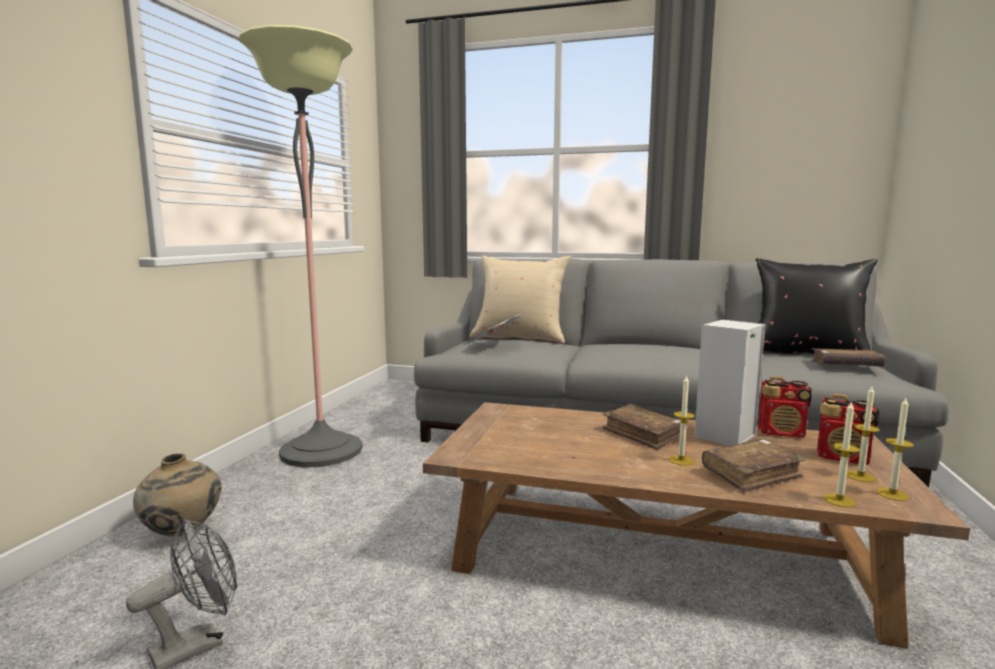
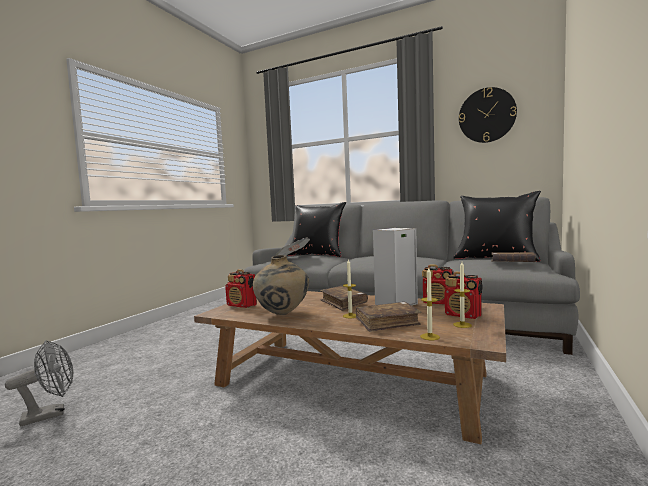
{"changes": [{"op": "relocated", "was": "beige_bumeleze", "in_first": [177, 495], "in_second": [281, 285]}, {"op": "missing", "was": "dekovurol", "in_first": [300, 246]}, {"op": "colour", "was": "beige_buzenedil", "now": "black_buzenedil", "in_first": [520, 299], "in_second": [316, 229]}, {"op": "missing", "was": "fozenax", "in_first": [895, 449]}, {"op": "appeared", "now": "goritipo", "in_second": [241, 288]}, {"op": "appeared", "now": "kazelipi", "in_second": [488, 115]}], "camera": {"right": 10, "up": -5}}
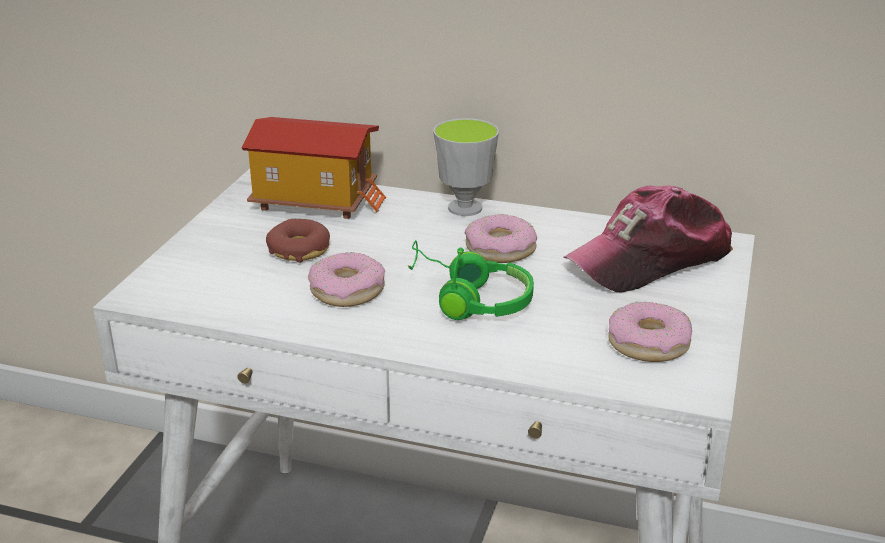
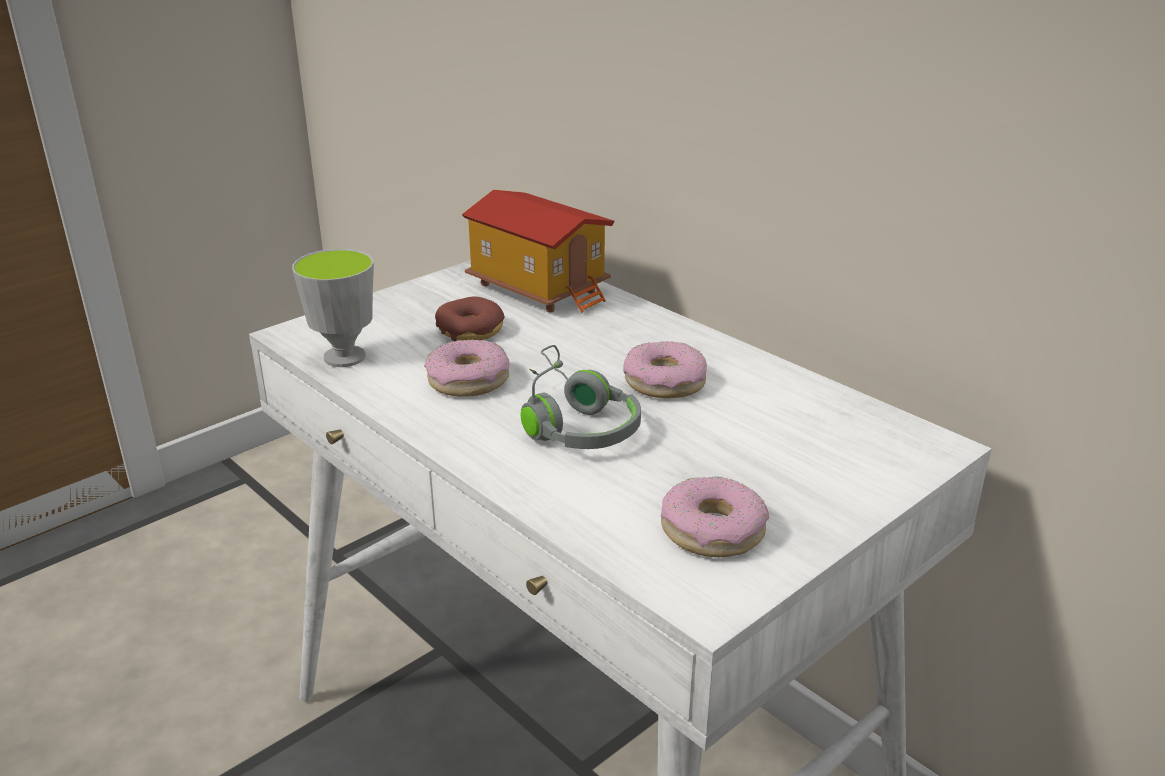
{"changes": [{"op": "colour", "was": "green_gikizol", "now": "grey_gikizol", "in_first": [471, 280], "in_second": [580, 397]}, {"op": "relocated", "was": "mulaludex", "in_first": [466, 167], "in_second": [333, 308]}, {"op": "missing", "was": "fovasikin", "in_first": [648, 238]}], "camera": {"right": 30, "up": 0}}
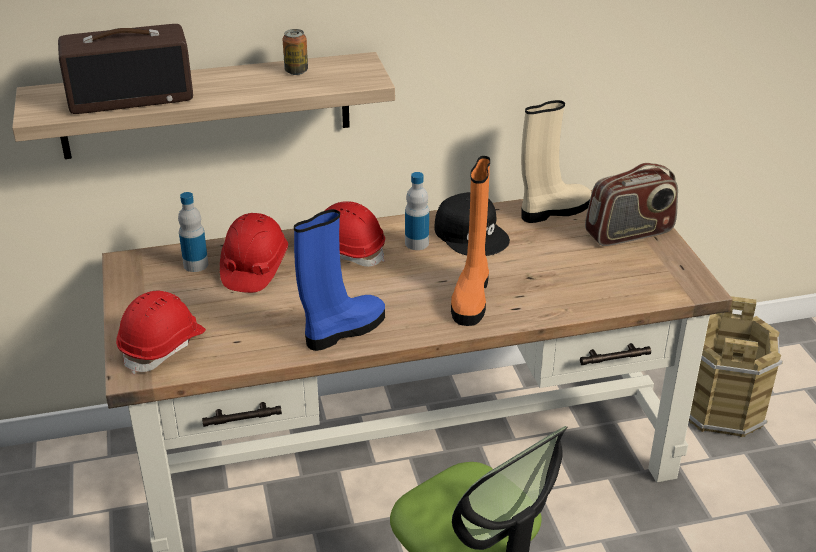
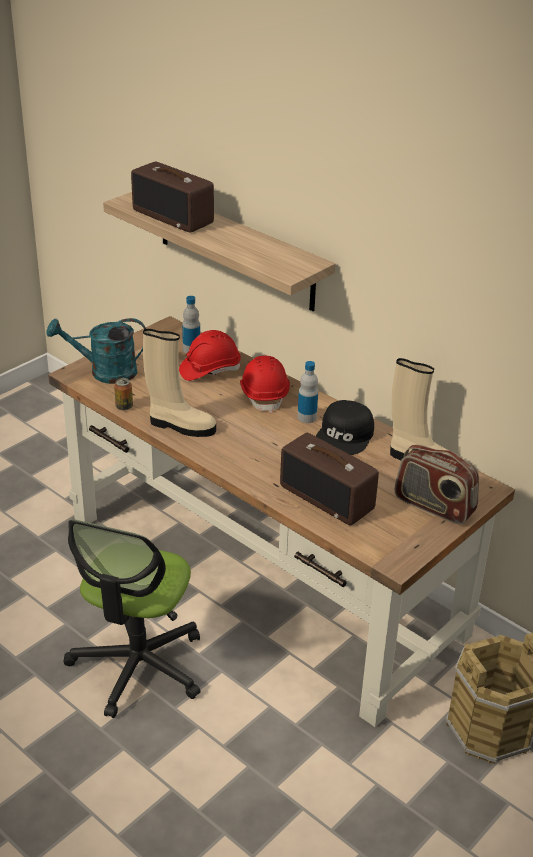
{"changes": [{"op": "exchanged", "was": "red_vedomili", "now": "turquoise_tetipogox", "in_first": [161, 333], "in_second": [96, 351]}, {"op": "relocated", "was": "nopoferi", "in_first": [295, 52], "in_second": [123, 394]}, {"op": "colour", "was": "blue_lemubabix", "now": "beige_lemubabix", "in_first": [339, 280], "in_second": [179, 383]}, {"op": "missing", "was": "orange_lemubabix", "in_first": [470, 241]}, {"op": "appeared", "now": "goritipo", "in_second": [329, 479]}], "camera": {"right": 55, "up": 0}}
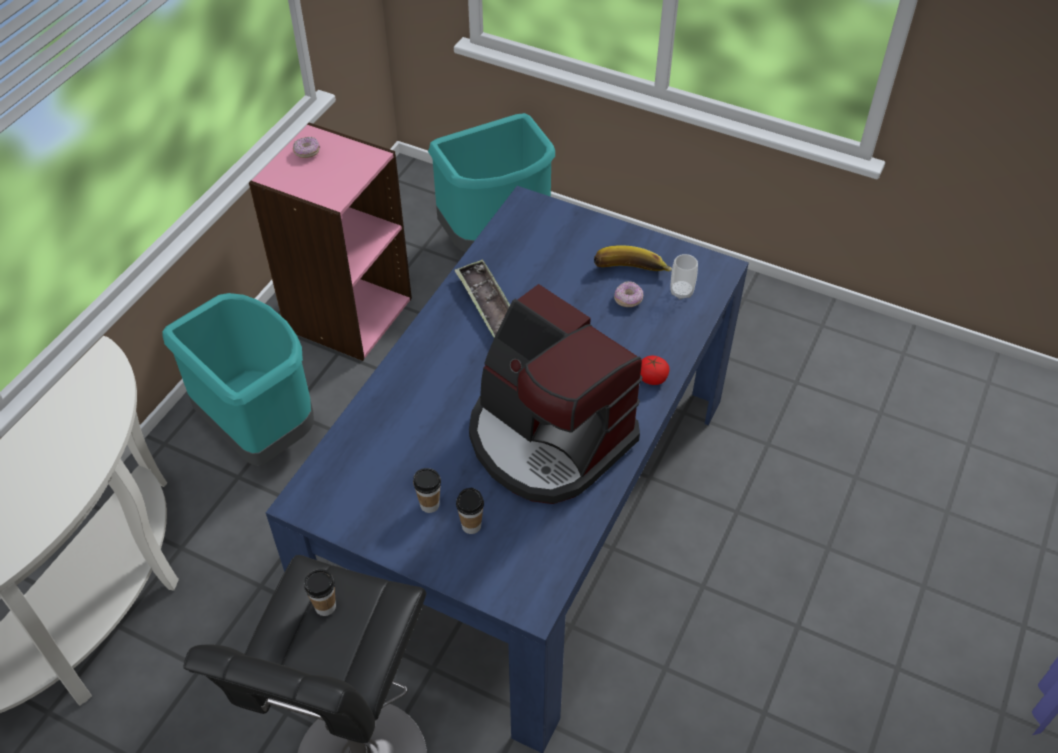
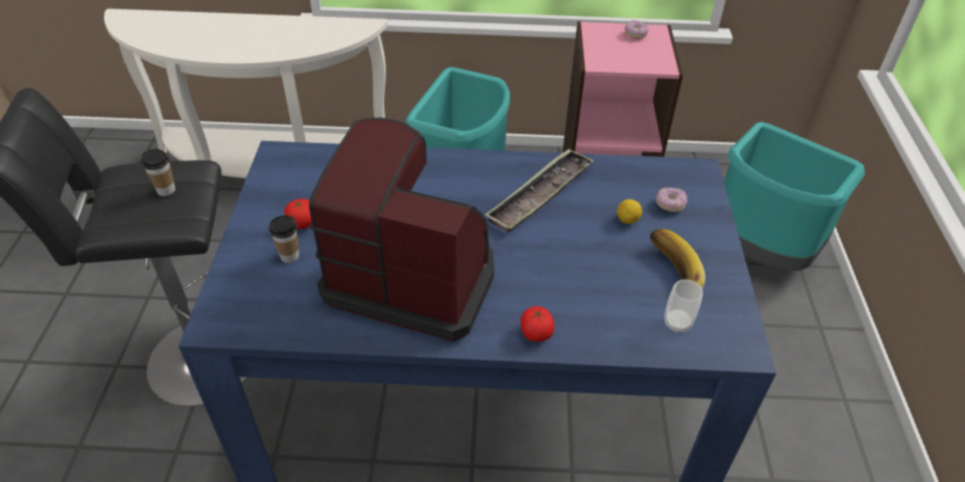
{"changes": [{"op": "exchanged", "was": "mulaludex", "now": "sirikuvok", "in_first": [427, 490], "in_second": [298, 213]}, {"op": "spun", "was": "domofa", "in_first": [556, 394], "in_second": [401, 229], "clockwise": 90}, {"op": "relocated", "was": "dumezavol", "in_first": [628, 294], "in_second": [671, 199]}, {"op": "appeared", "now": "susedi", "in_second": [629, 211]}], "camera": {"right": 65, "up": -5}}
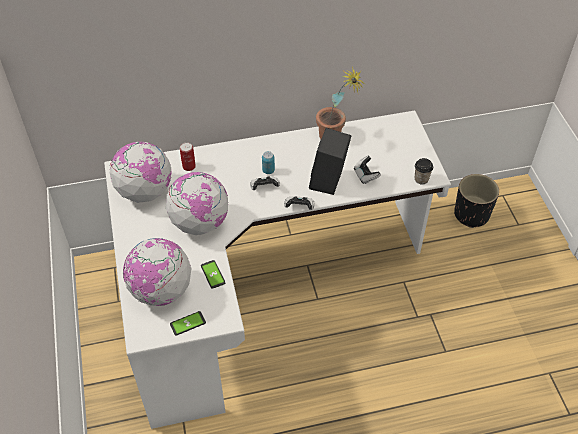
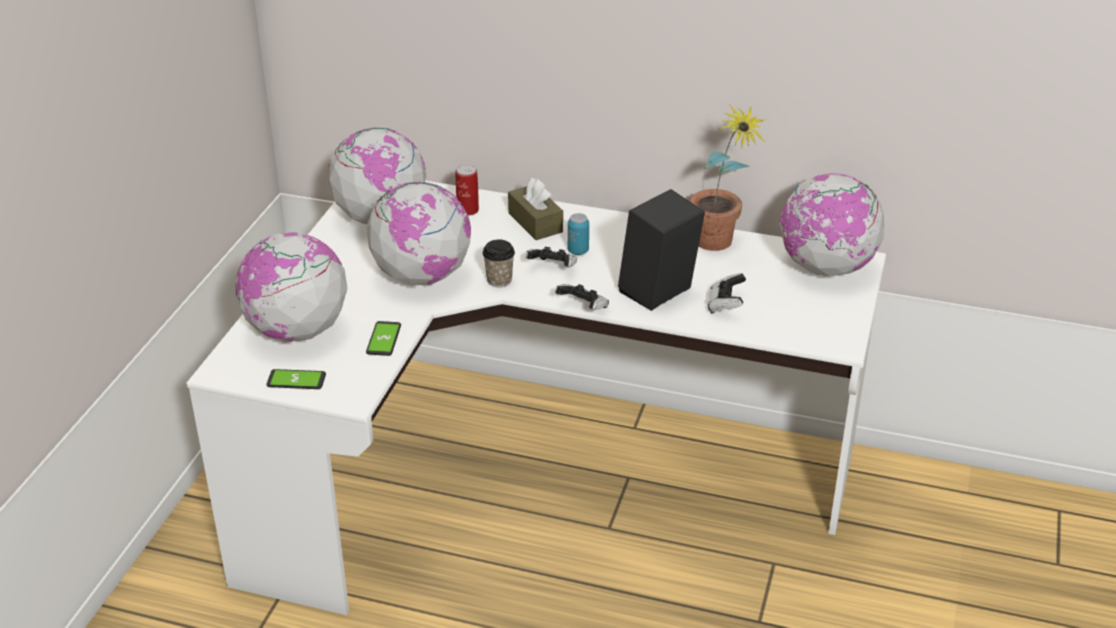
{"changes": [{"op": "relocated", "was": "mulaludex", "in_first": [424, 171], "in_second": [499, 263]}, {"op": "missing", "was": "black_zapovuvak", "in_first": [476, 201]}, {"op": "appeared", "now": "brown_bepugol", "in_second": [535, 209]}, {"op": "appeared", "now": "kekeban", "in_second": [831, 224]}], "camera": {"right": 30, "up": -15}}
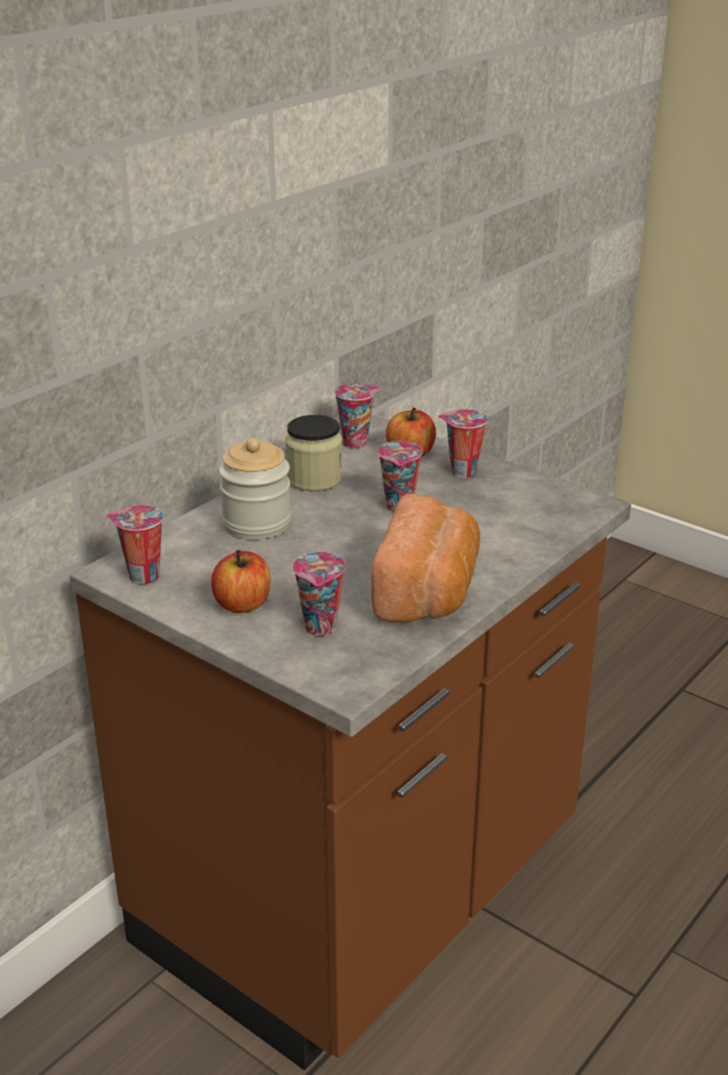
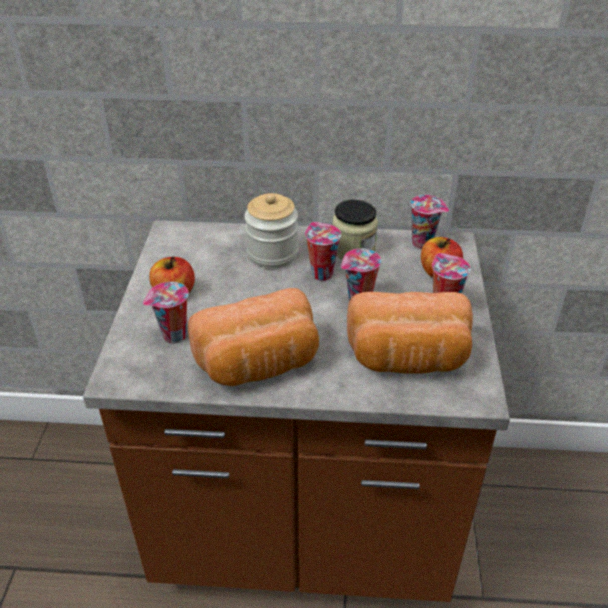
{"changes": [{"op": "relocated", "was": "mulaludex", "in_first": [134, 544], "in_second": [323, 251]}, {"op": "appeared", "now": "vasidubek", "in_second": [410, 332]}], "camera": {"right": 55, "up": 10}}
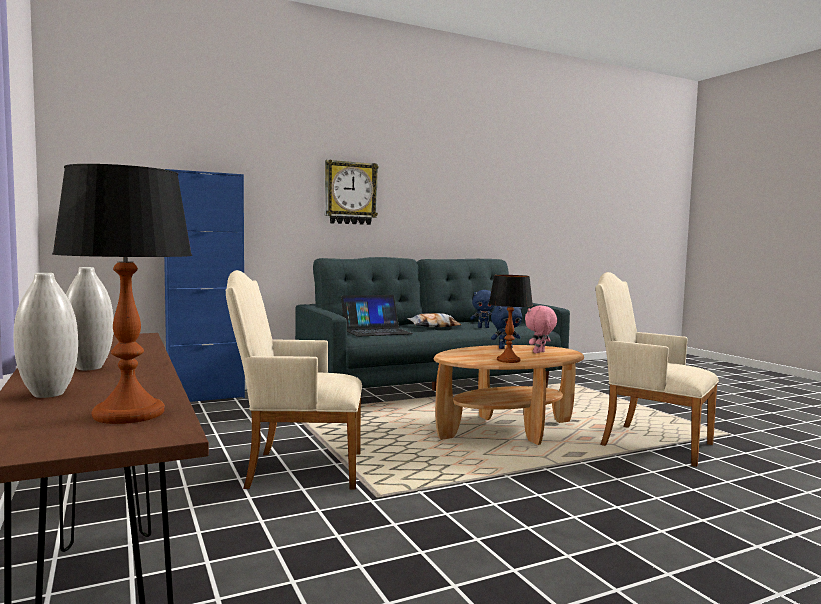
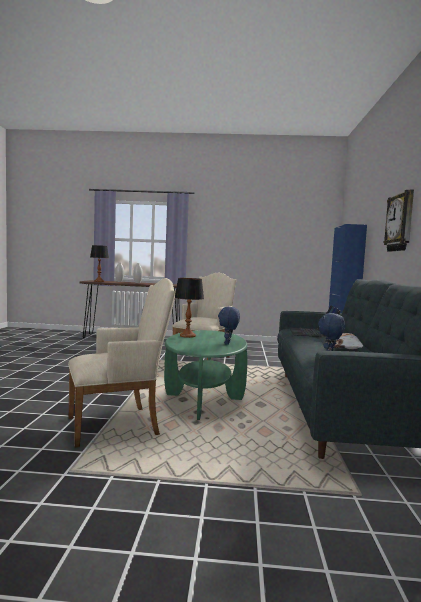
{"changes": [{"op": "colour", "was": "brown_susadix", "now": "green_susadix", "in_first": [508, 395], "in_second": [206, 375]}, {"op": "missing", "was": "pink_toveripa", "in_first": [541, 329]}], "camera": {"right": 120, "up": 0}}
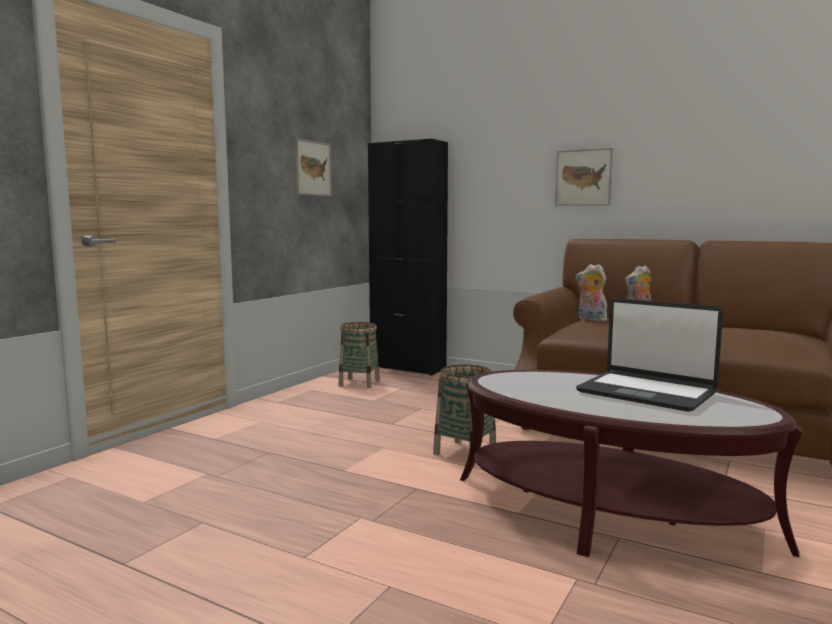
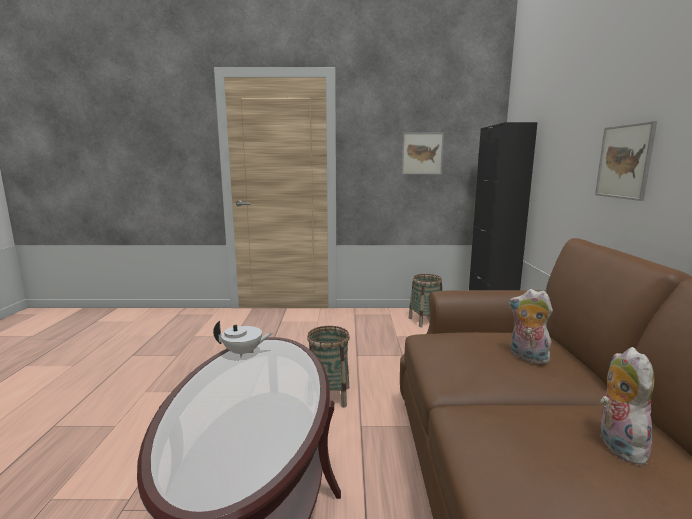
{"changes": [{"op": "relocated", "was": "toveripa", "in_first": [591, 292], "in_second": [627, 406]}, {"op": "missing", "was": "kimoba", "in_first": [649, 355]}, {"op": "appeared", "now": "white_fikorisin", "in_second": [243, 339]}], "camera": {"right": 60, "up": 5}}
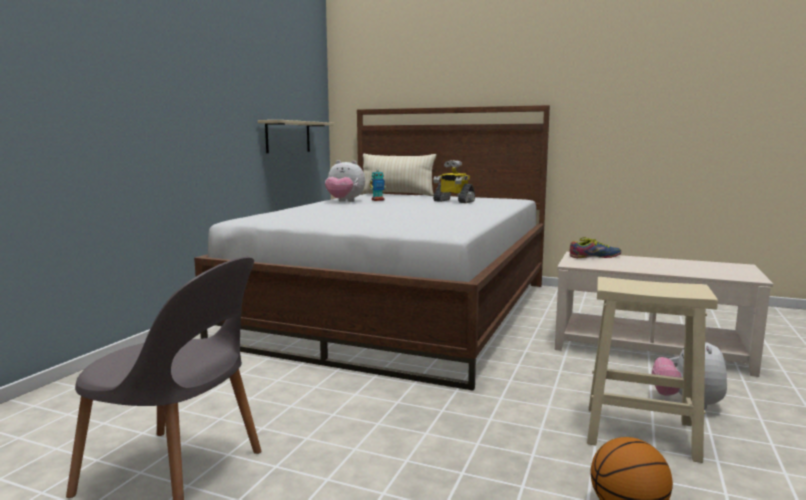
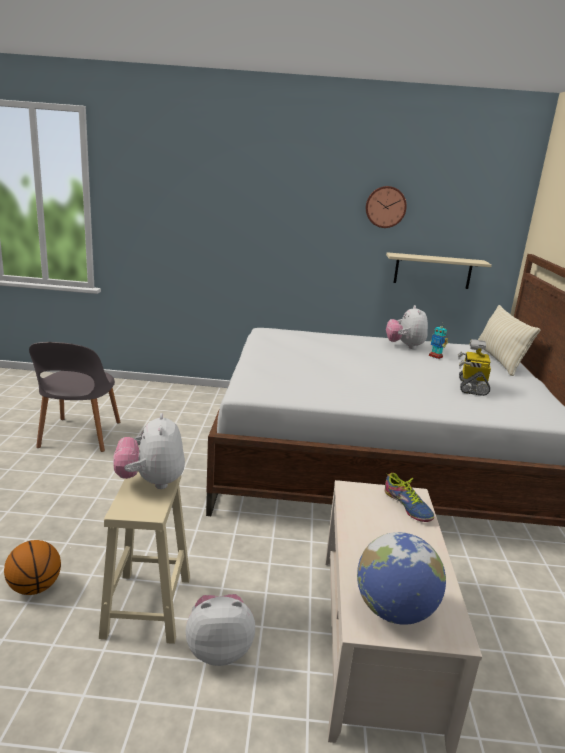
{"changes": [{"op": "appeared", "now": "toveripa", "in_second": [149, 451]}, {"op": "appeared", "now": "kekeban", "in_second": [401, 578]}, {"op": "appeared", "now": "kazelipi", "in_second": [386, 207]}], "camera": {"right": 70, "up": 10}}
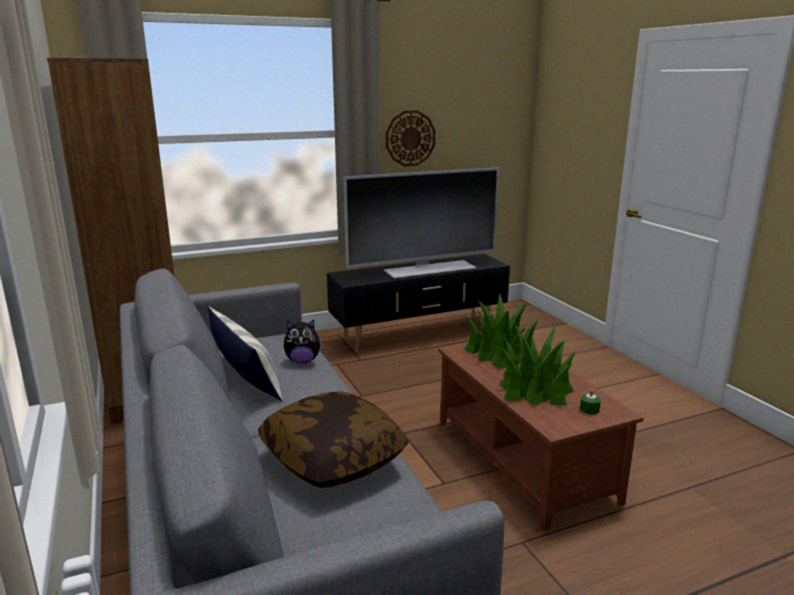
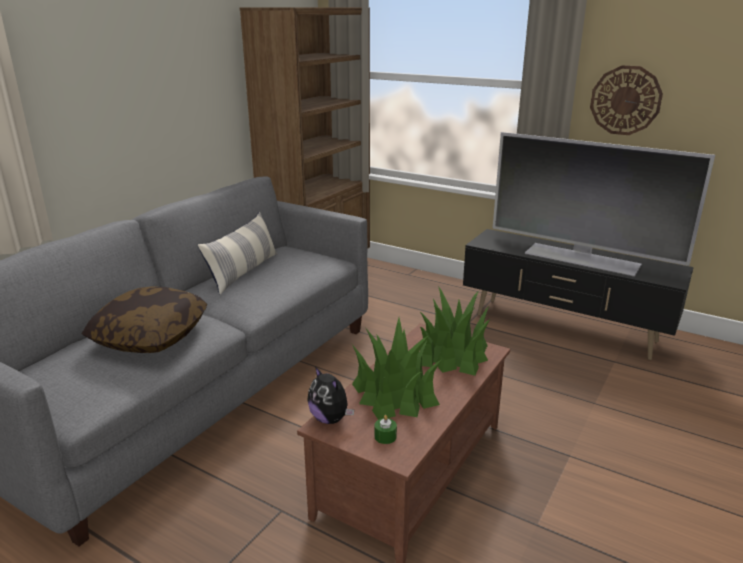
{"changes": [{"op": "relocated", "was": "toveripa", "in_first": [303, 341], "in_second": [330, 395]}], "camera": {"right": 55, "up": 5}}
